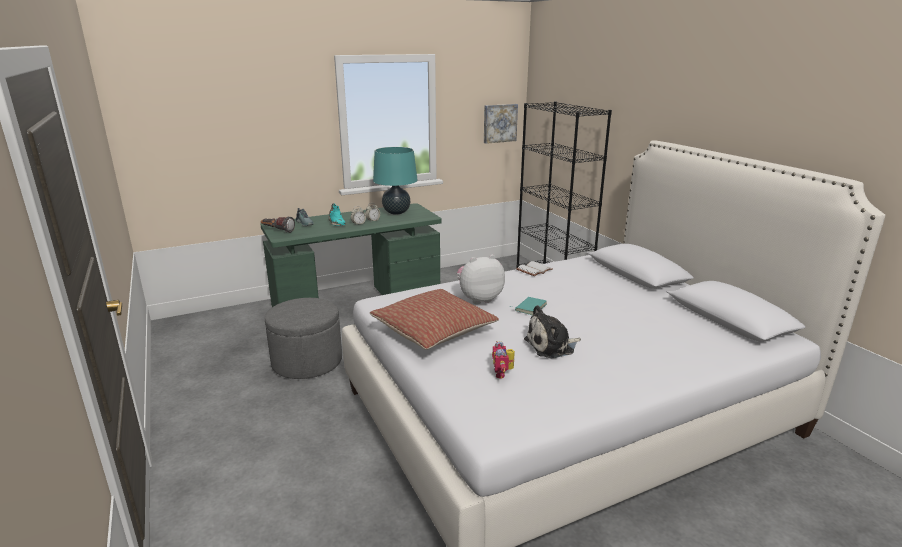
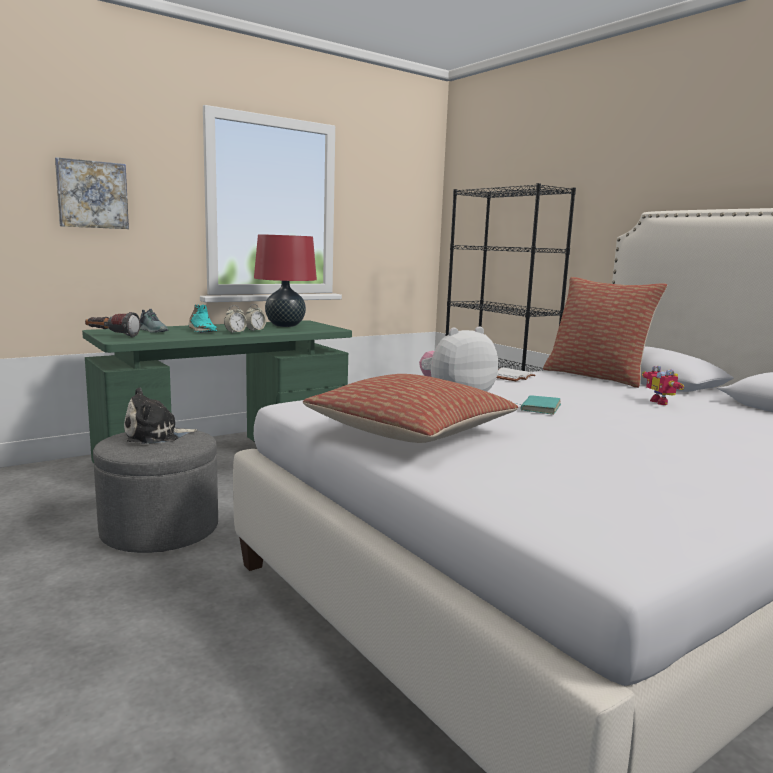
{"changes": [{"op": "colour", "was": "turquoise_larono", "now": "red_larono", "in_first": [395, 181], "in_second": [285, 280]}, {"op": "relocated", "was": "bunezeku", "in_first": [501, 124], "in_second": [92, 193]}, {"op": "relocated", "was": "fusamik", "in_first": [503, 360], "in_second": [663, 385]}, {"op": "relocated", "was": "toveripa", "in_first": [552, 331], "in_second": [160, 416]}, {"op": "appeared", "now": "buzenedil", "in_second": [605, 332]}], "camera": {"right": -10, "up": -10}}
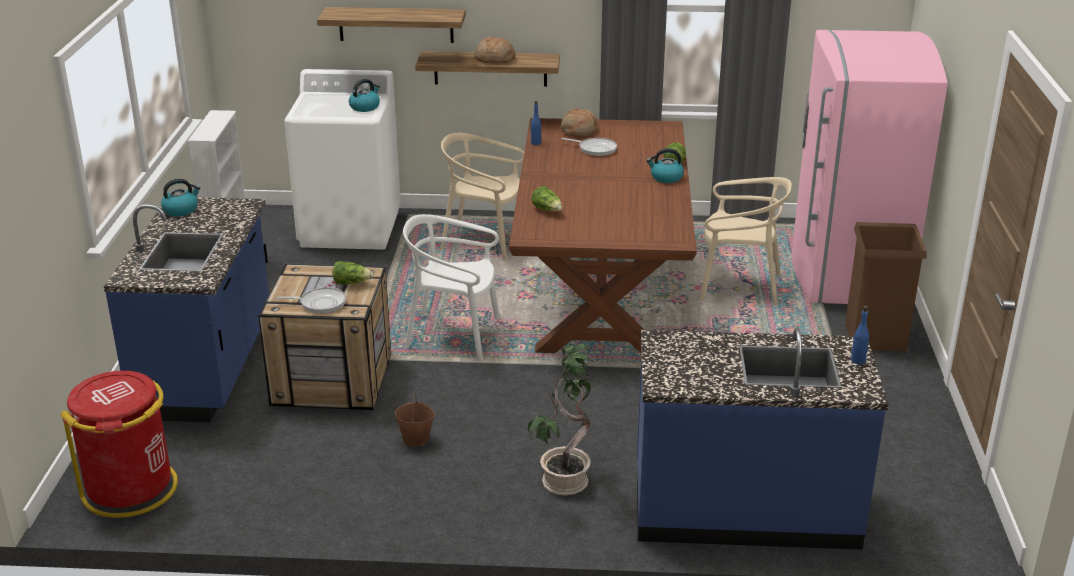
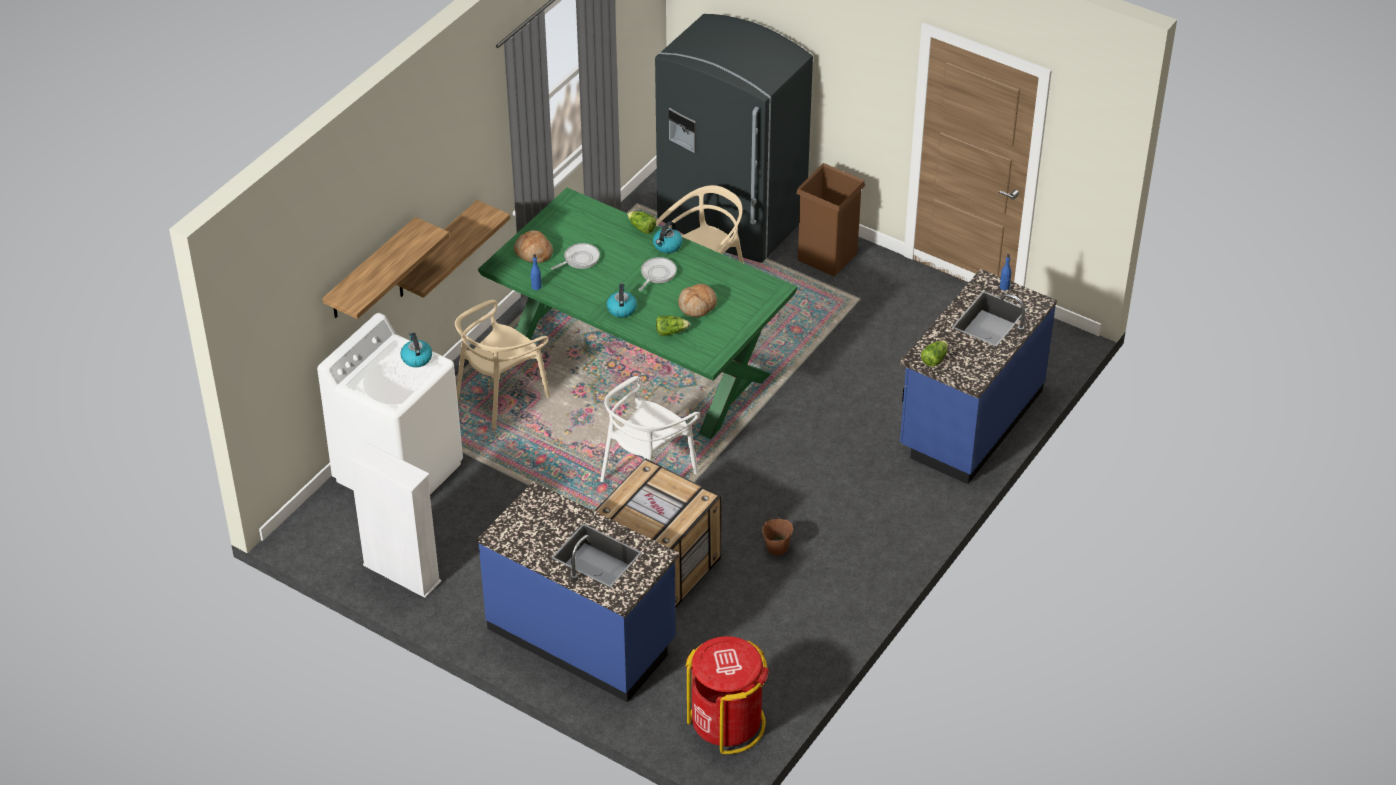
{"changes": [{"op": "relocated", "was": "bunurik", "in_first": [181, 197], "in_second": [621, 301]}, {"op": "relocated", "was": "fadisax", "in_first": [311, 300], "in_second": [658, 274]}, {"op": "relocated", "was": "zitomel", "in_first": [353, 273], "in_second": [934, 353]}, {"op": "relocated", "was": "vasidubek", "in_first": [495, 49], "in_second": [697, 300]}, {"op": "colour", "was": "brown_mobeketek", "now": "green_mobeketek", "in_first": [603, 235], "in_second": [637, 313]}, {"op": "missing", "was": "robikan", "in_first": [564, 420]}, {"op": "colour", "was": "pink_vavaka", "now": "grey_vavaka", "in_first": [870, 167], "in_second": [734, 138]}], "camera": {"right": -60, "up": 15}}
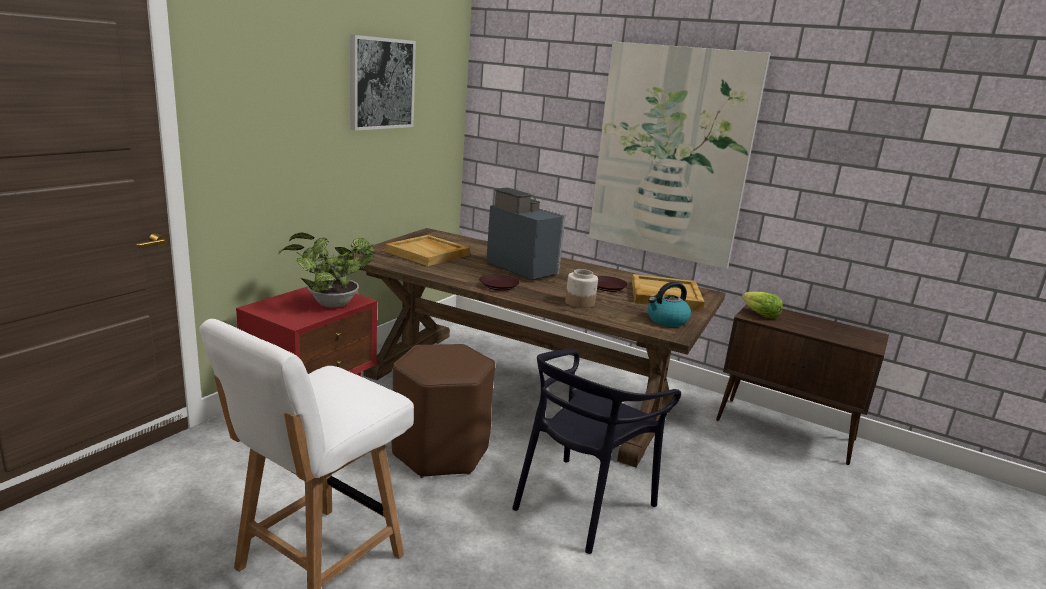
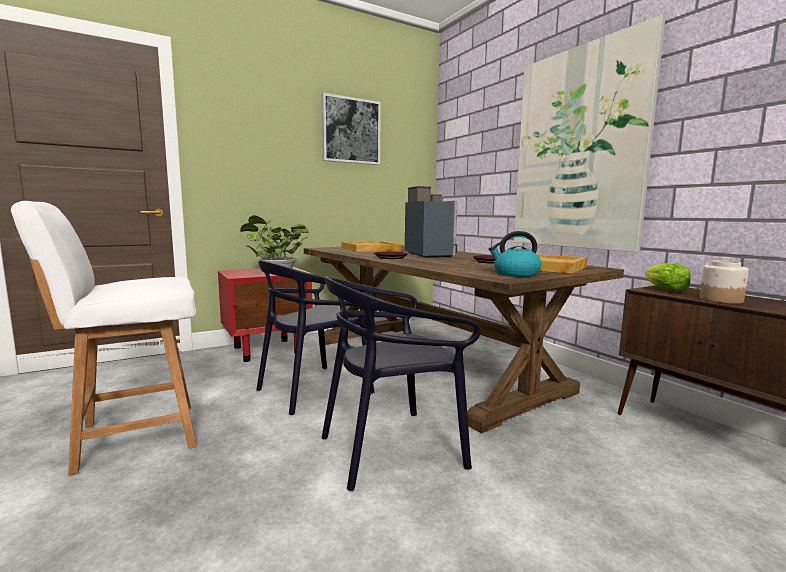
{"changes": [{"op": "exchanged", "was": "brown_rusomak", "now": "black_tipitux", "in_first": [443, 411], "in_second": [316, 338]}, {"op": "relocated", "was": "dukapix", "in_first": [581, 288], "in_second": [724, 282]}], "camera": {"right": 30, "up": -10}}
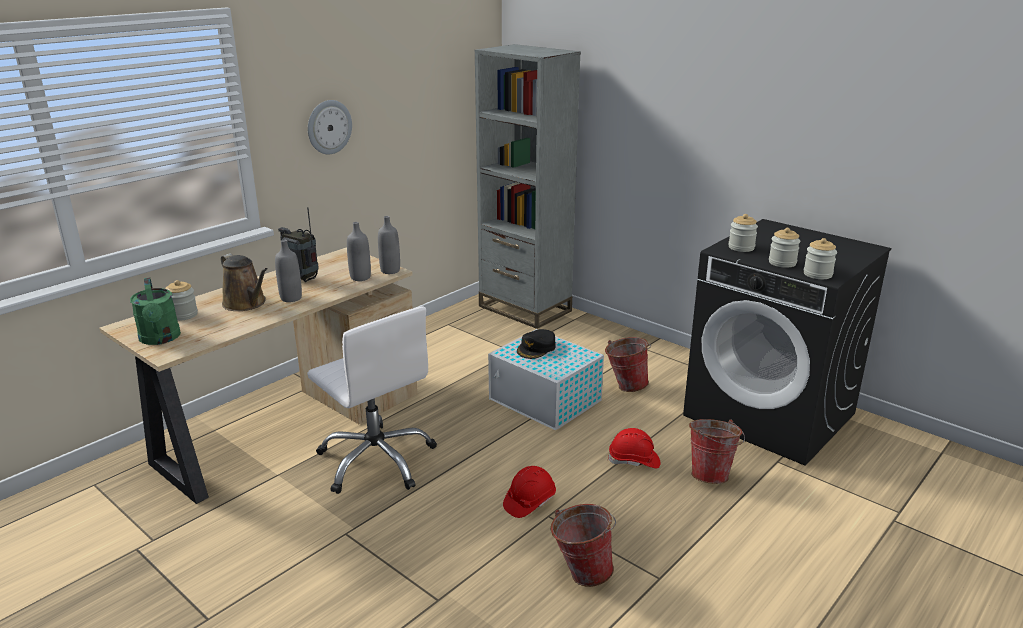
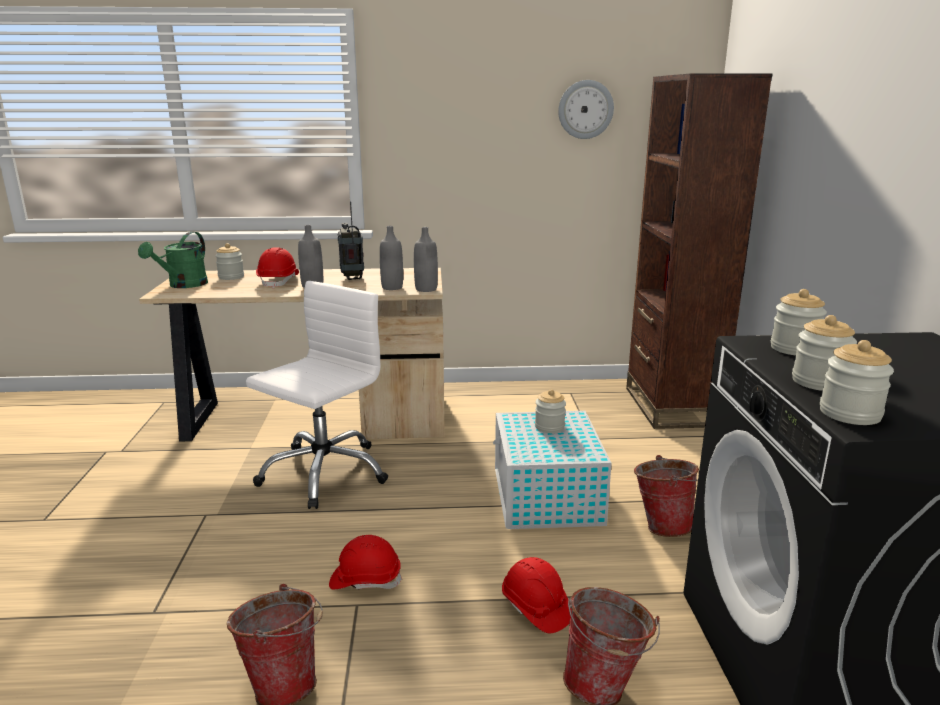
{"changes": [{"op": "exchanged", "was": "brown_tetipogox", "now": "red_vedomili", "in_first": [244, 282], "in_second": [277, 268]}, {"op": "spun", "was": "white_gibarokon", "in_first": [372, 400], "in_second": [317, 395], "clockwise": -150}, {"op": "relocated", "was": "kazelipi", "in_first": [330, 127], "in_second": [586, 109]}, {"op": "colour", "was": "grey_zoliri", "now": "brown_zoliri", "in_first": [528, 186], "in_second": [699, 251]}, {"op": "exchanged", "was": "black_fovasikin", "now": "dukapix", "in_first": [536, 344], "in_second": [550, 411]}], "camera": {"right": 45, "up": -5}}
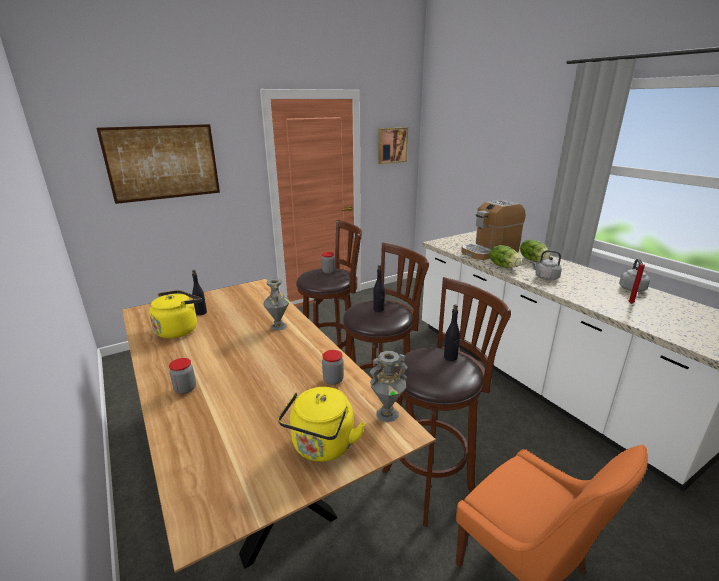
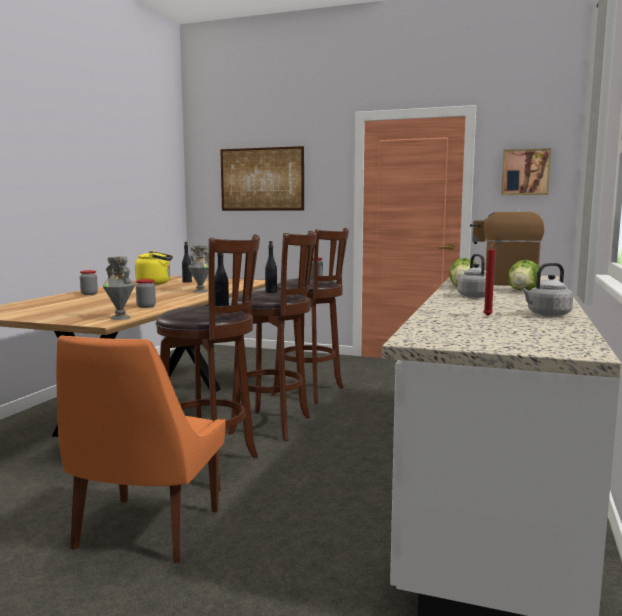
{"changes": [{"op": "missing", "was": "yellow_bunurik", "in_first": [321, 424]}], "camera": {"right": 50, "up": -15}}
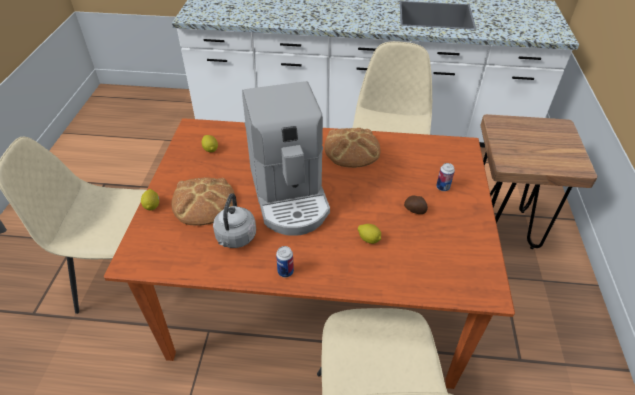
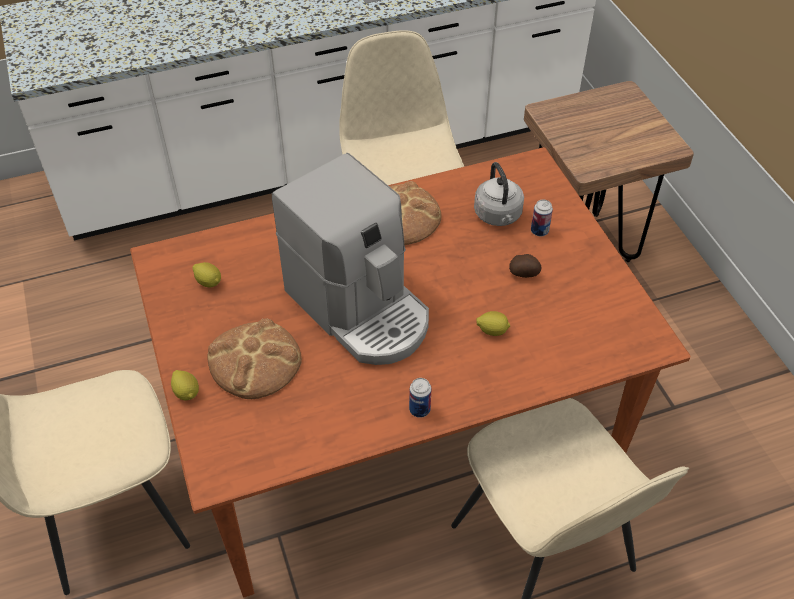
{"changes": [{"op": "relocated", "was": "grey_bunurik", "in_first": [234, 220], "in_second": [499, 194]}], "camera": {"right": -25, "up": 5}}
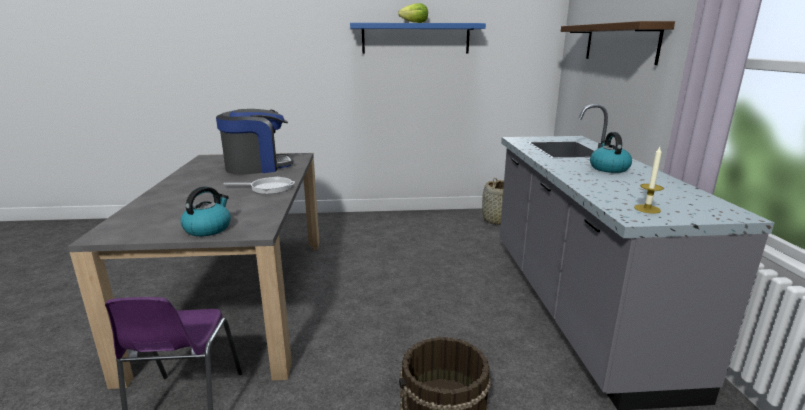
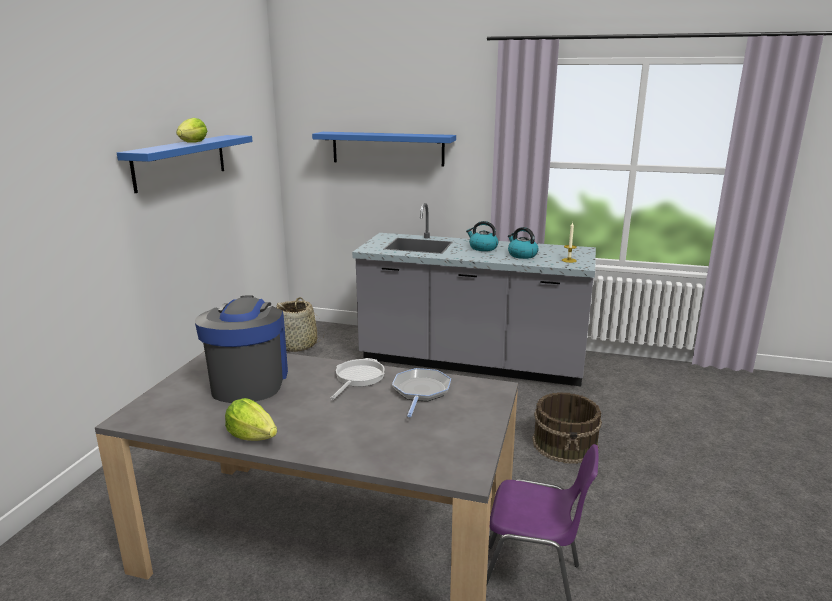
{"changes": [{"op": "relocated", "was": "bunurik", "in_first": [206, 211], "in_second": [523, 243]}, {"op": "colour", "was": "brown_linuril", "now": "blue_linuril", "in_first": [618, 43], "in_second": [384, 149]}, {"op": "appeared", "now": "zitomel", "in_second": [251, 419]}, {"op": "appeared", "now": "fadisax", "in_second": [421, 392]}], "camera": {"right": -70, "up": 0}}
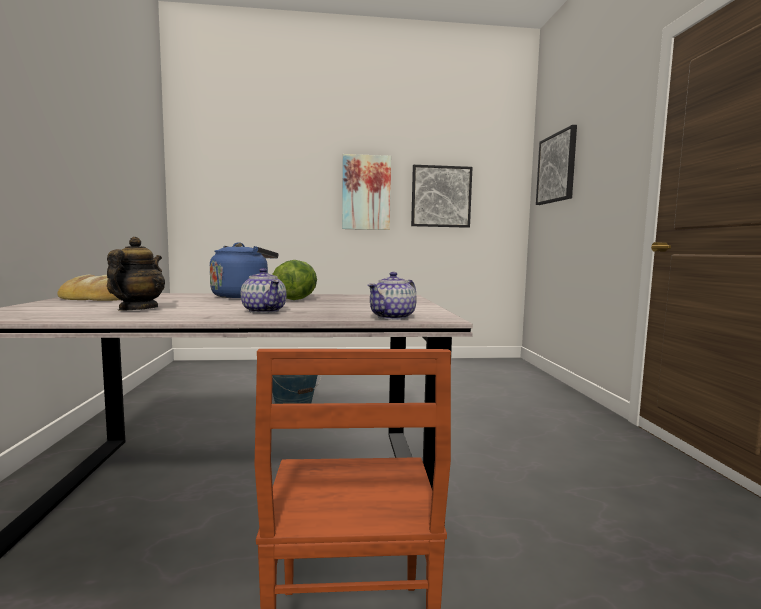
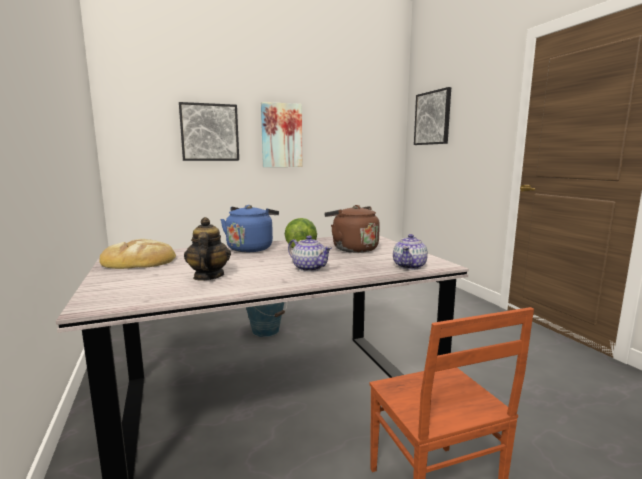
{"changes": [{"op": "relocated", "was": "bunezeku", "in_first": [441, 196], "in_second": [209, 131]}, {"op": "appeared", "now": "brown_bunurik", "in_second": [352, 229]}], "camera": {"right": -15, "up": 5}}
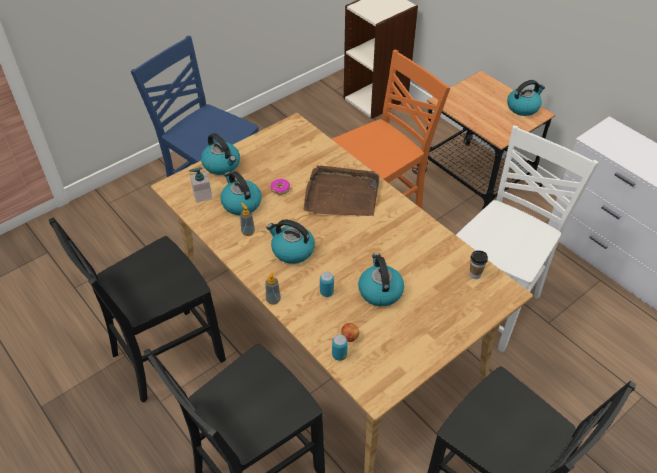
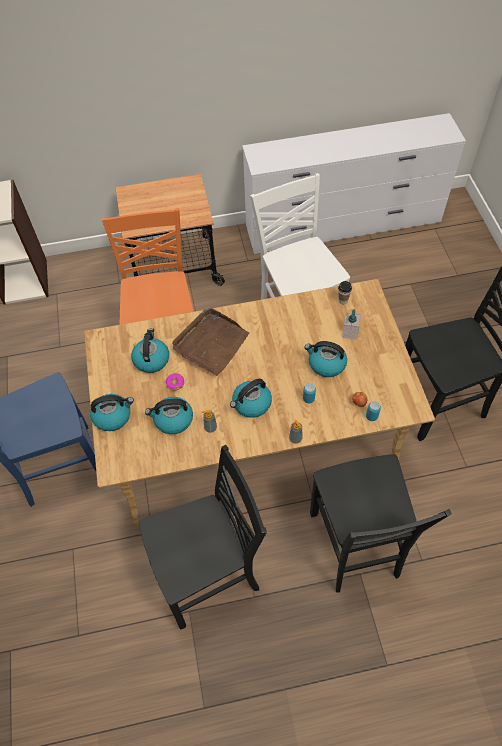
{"changes": [{"op": "spun", "was": "black_tipitux", "in_first": [137, 310], "in_second": [203, 537], "clockwise": -105}, {"op": "relocated", "was": "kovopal", "in_first": [201, 185], "in_second": [351, 325]}, {"op": "relocated", "was": "bunurik", "in_first": [526, 98], "in_second": [150, 350]}], "camera": {"right": -60, "up": 10}}
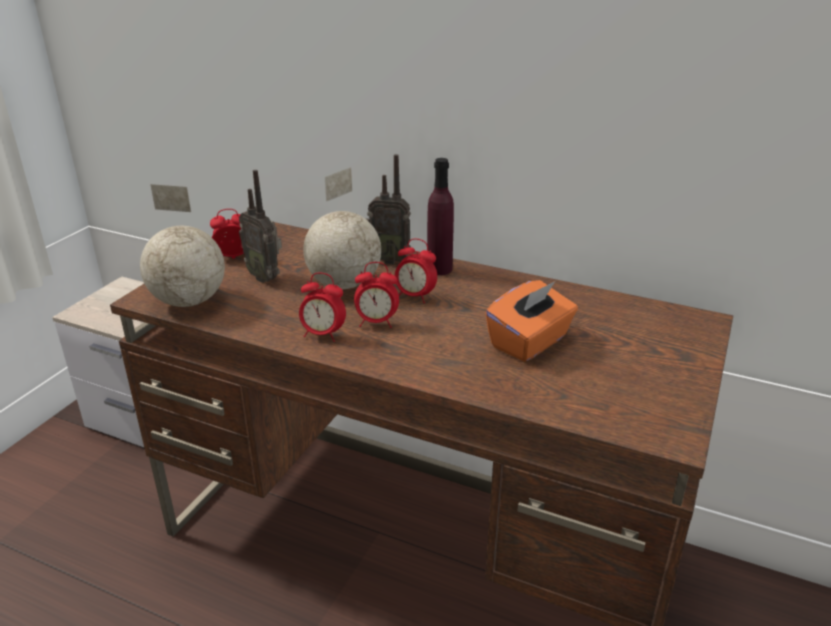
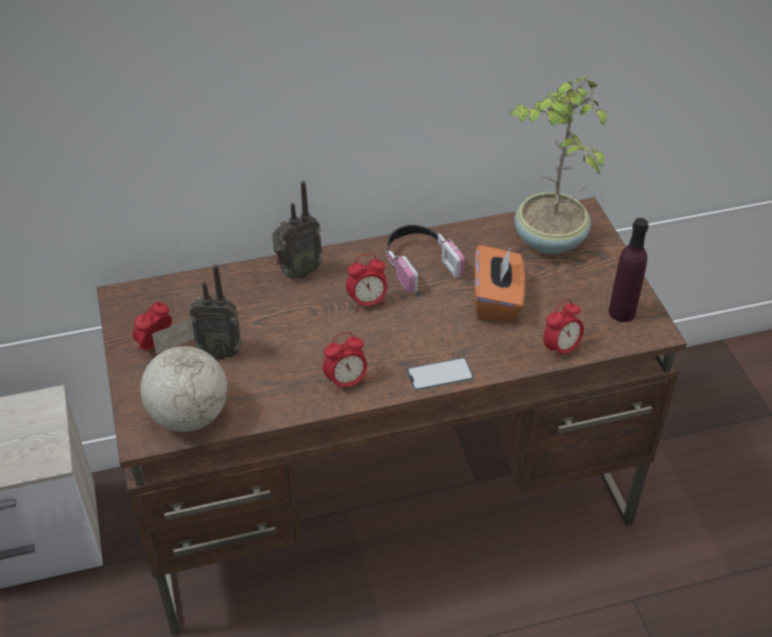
{"changes": [{"op": "missing", "was": "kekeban", "in_first": [342, 228]}, {"op": "relocated", "was": "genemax", "in_first": [376, 295], "in_second": [563, 330]}, {"op": "relocated", "was": "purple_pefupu", "in_first": [440, 216], "in_second": [628, 270]}, {"op": "appeared", "now": "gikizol", "in_second": [425, 259]}, {"op": "appeared", "now": "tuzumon", "in_second": [440, 374]}, {"op": "appeared", "now": "robikan", "in_second": [558, 165]}], "camera": {"right": -40, "up": 15}}
